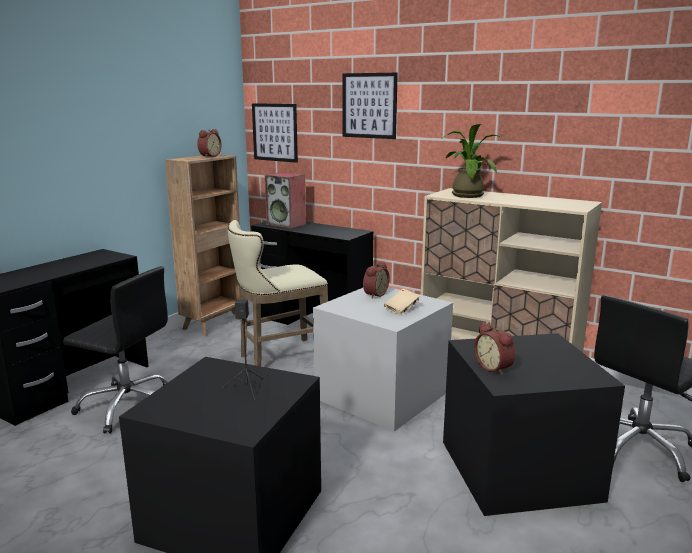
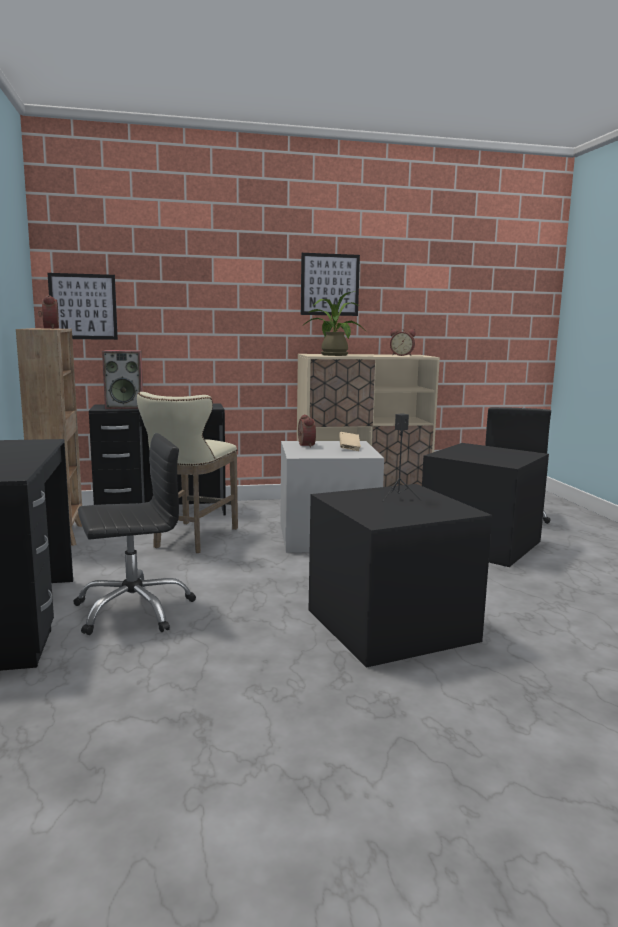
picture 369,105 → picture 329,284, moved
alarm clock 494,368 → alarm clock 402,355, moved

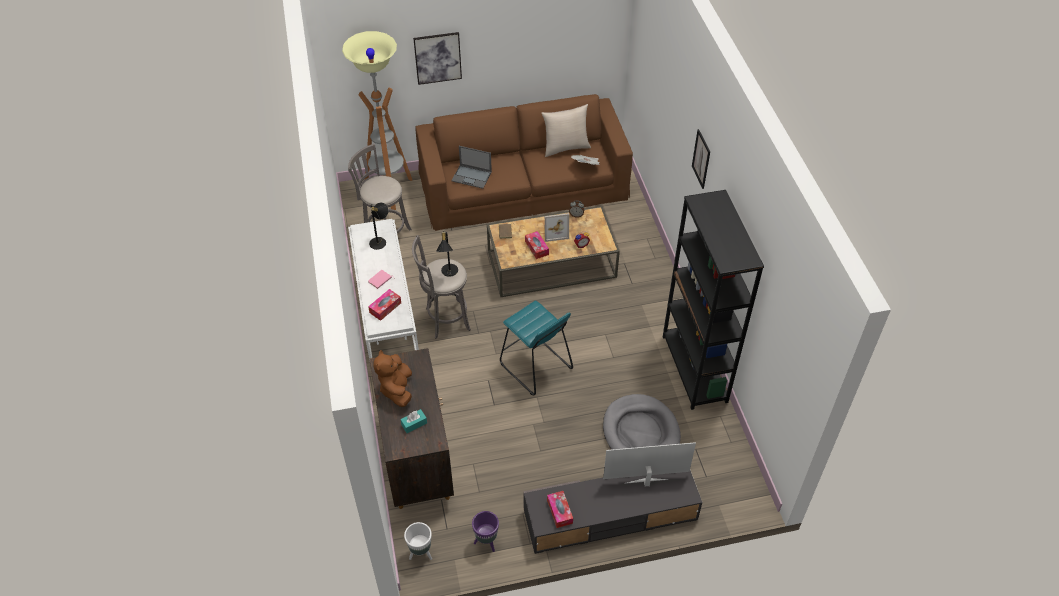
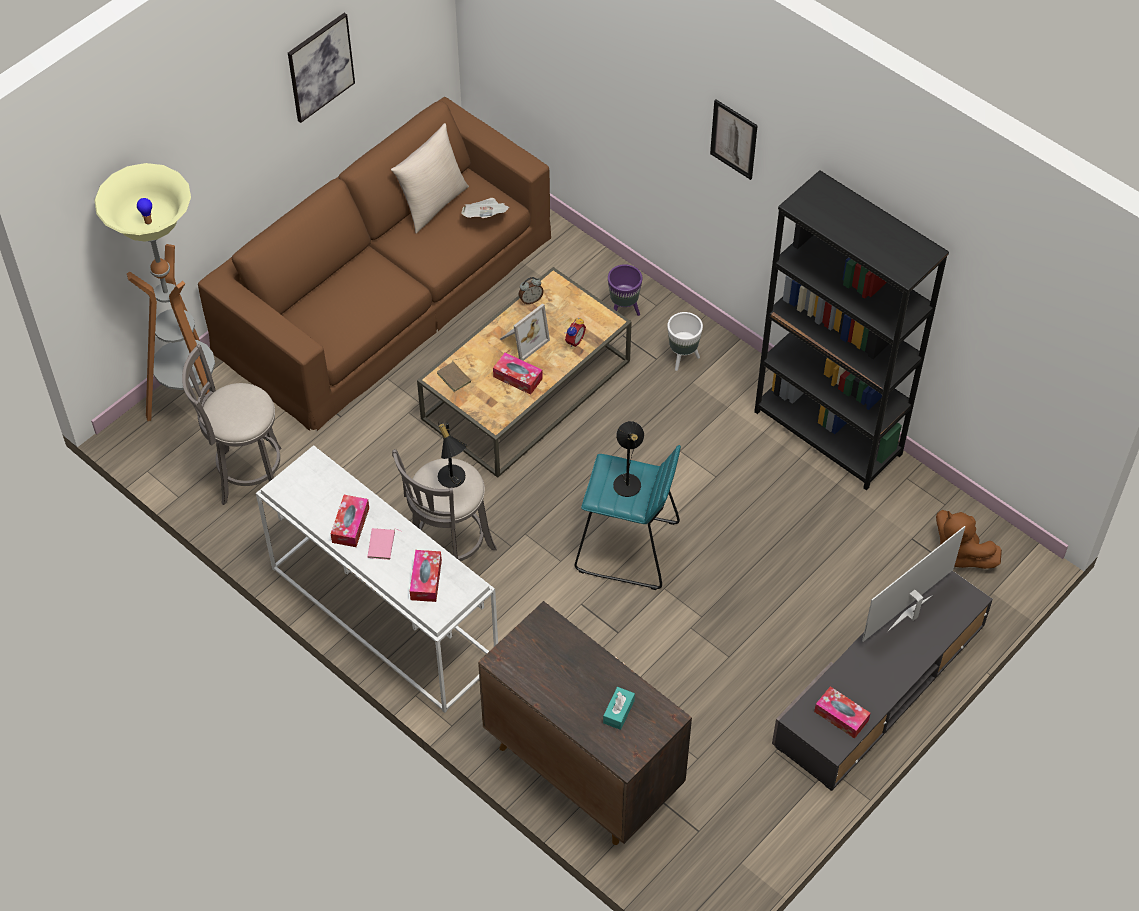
black table lamp 380,241 → black table lamp 628,480, moved
brown plush toy 397,389 → brown plush toy 959,553, moved
white planter 421,553 → white planter 683,359, moved
picture 437,58 → picture 320,67, moved
laptop 472,176 → -
purple planter 486,542 → purple planter 624,311, moved
grey dog bed 640,432 → -
- → tissue box 350,525

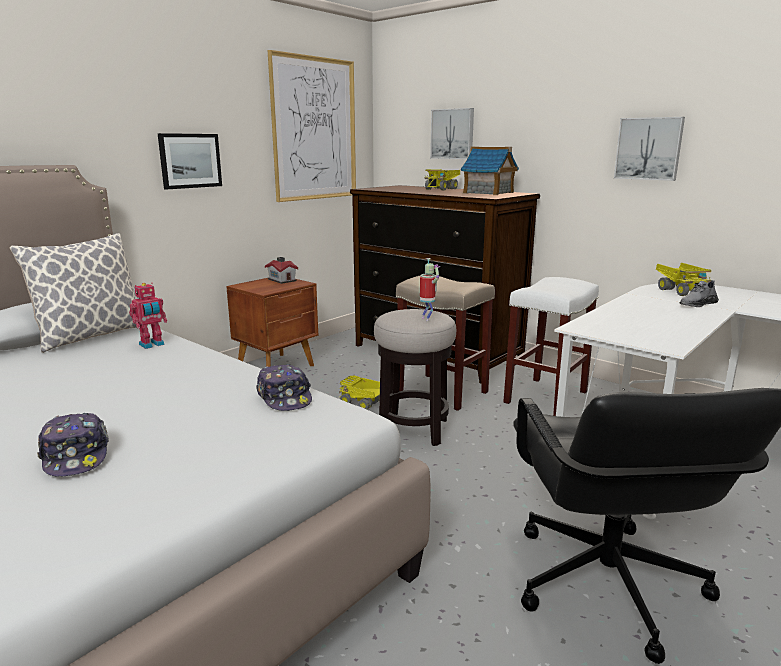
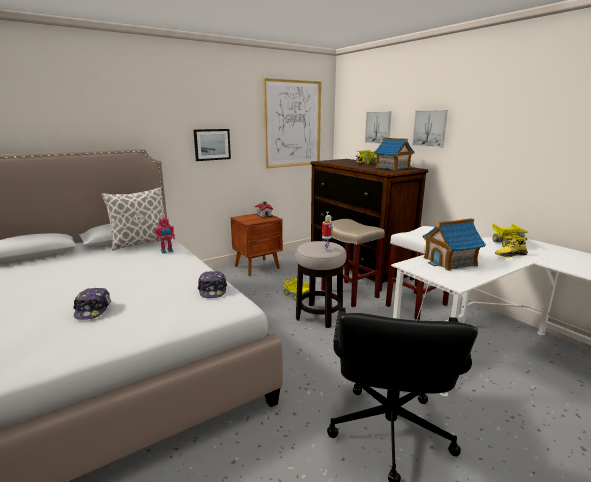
picture 649,148 → picture 430,128, moved
grey shoe 697,304 → yellow shoe 510,255
- → toy house 450,261

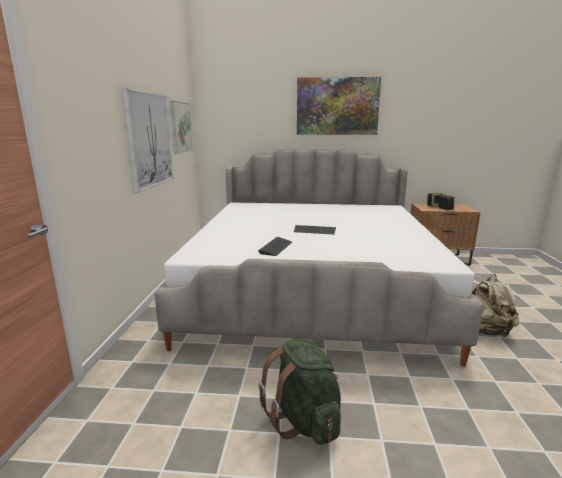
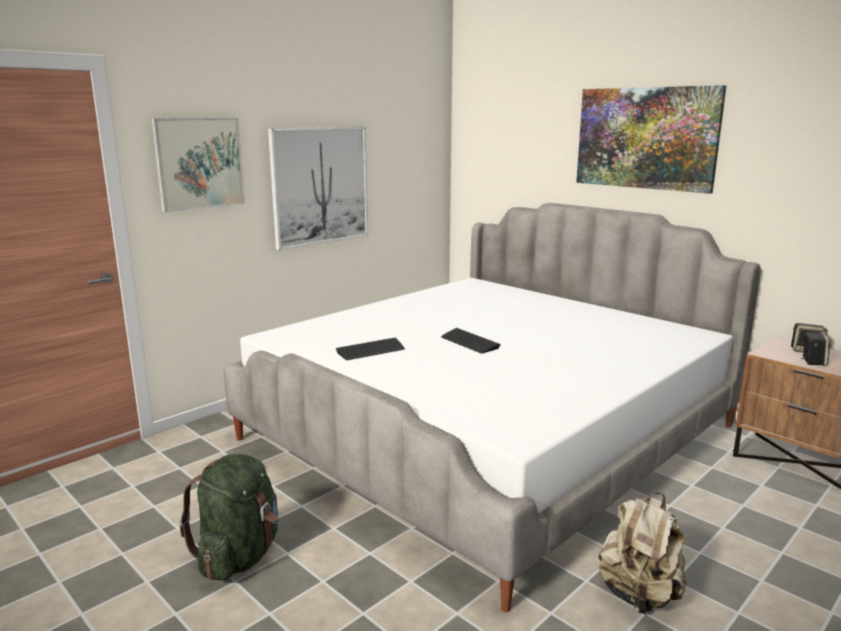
picture 180,127 → picture 199,163, moved

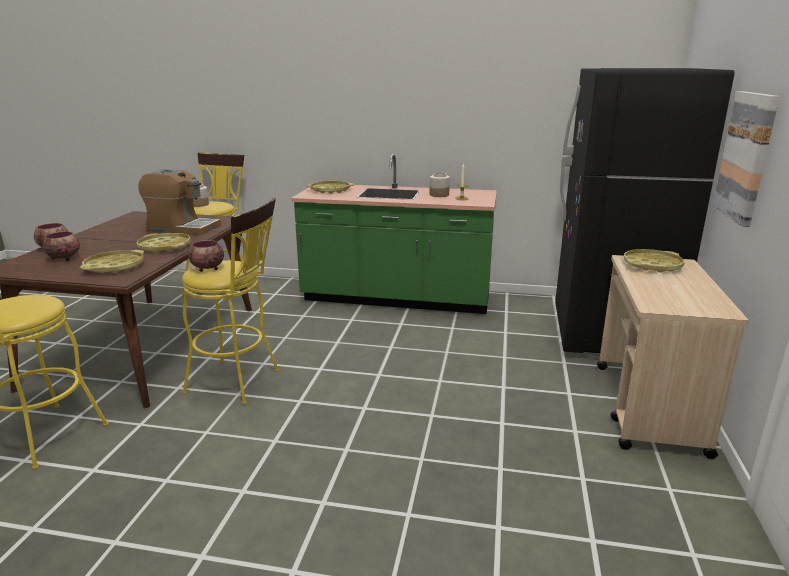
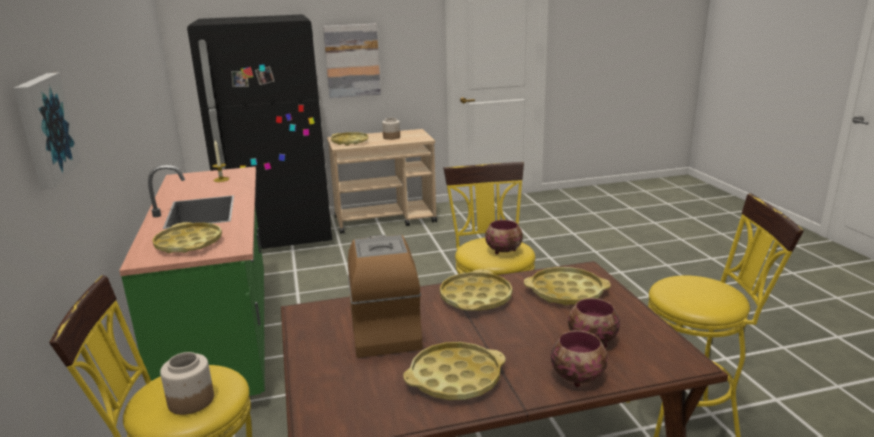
jar 439,195 → jar 392,137, moved
- → picture 43,129
- → yellow tray 455,378

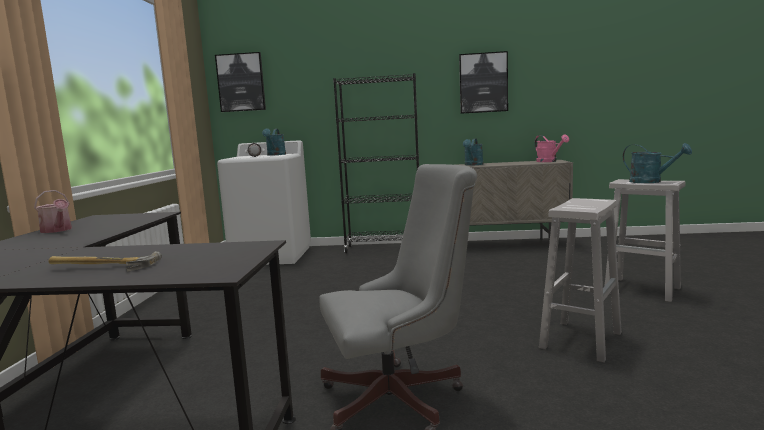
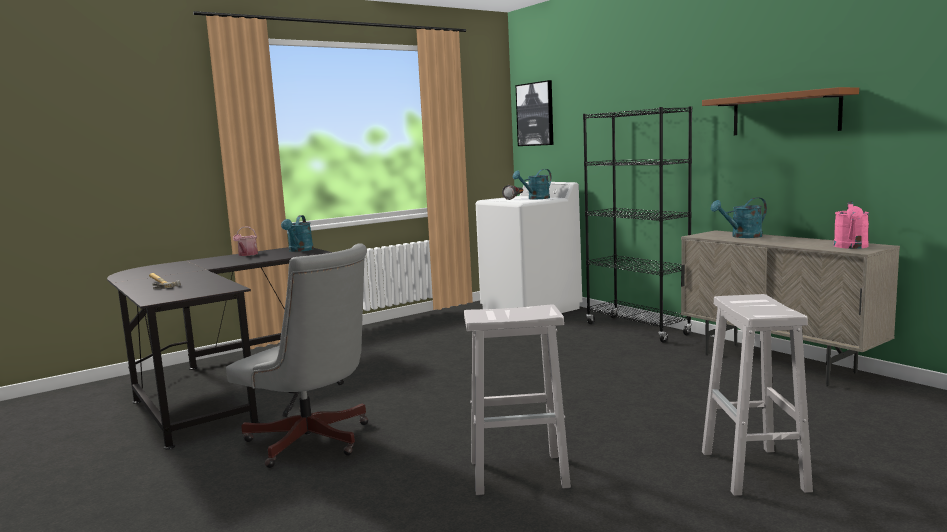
picture 483,83 → brown shelf 785,113
turquoise watering can 651,182 → turquoise watering can 299,250, moved

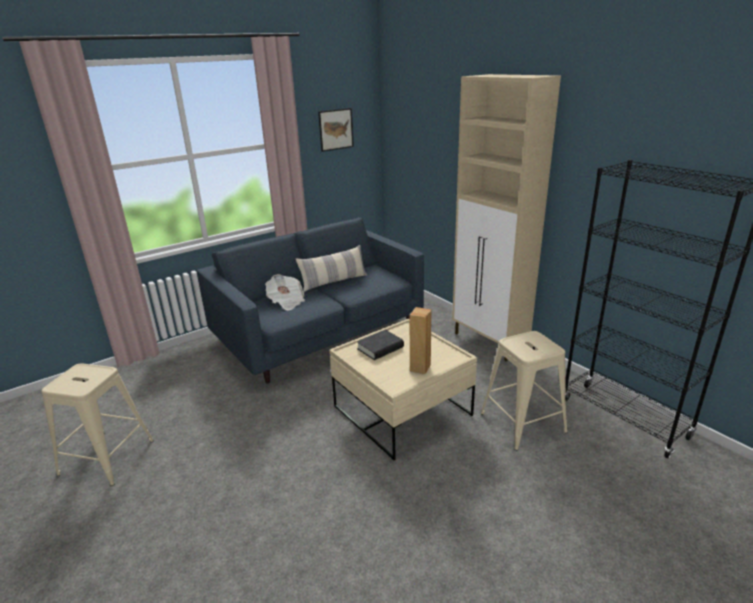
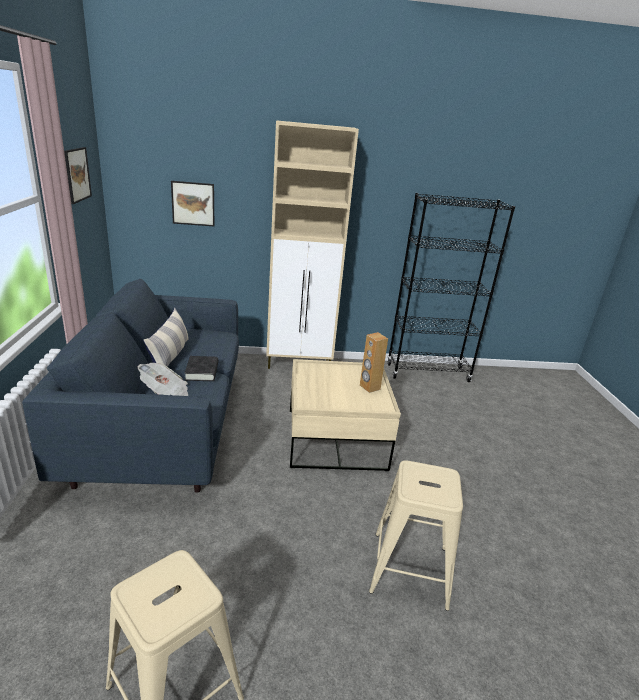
black book 380,348 → black book 202,372, moved
beige stool 523,423 → beige stool 409,569, moved
- → picture 193,203

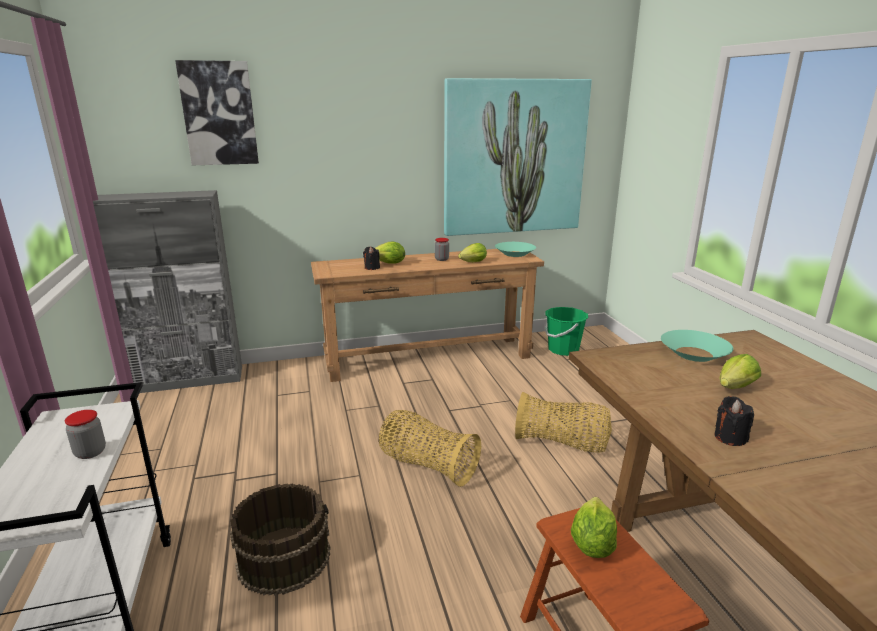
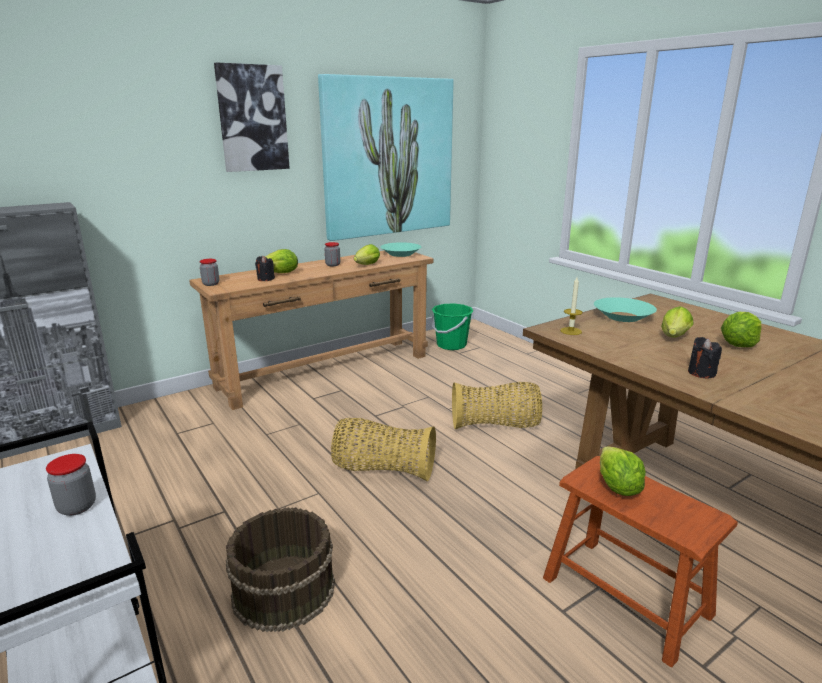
picture 219,113 → picture 252,118, moved
- → jar 211,284
- → candle 571,331
- → lettuce 738,345

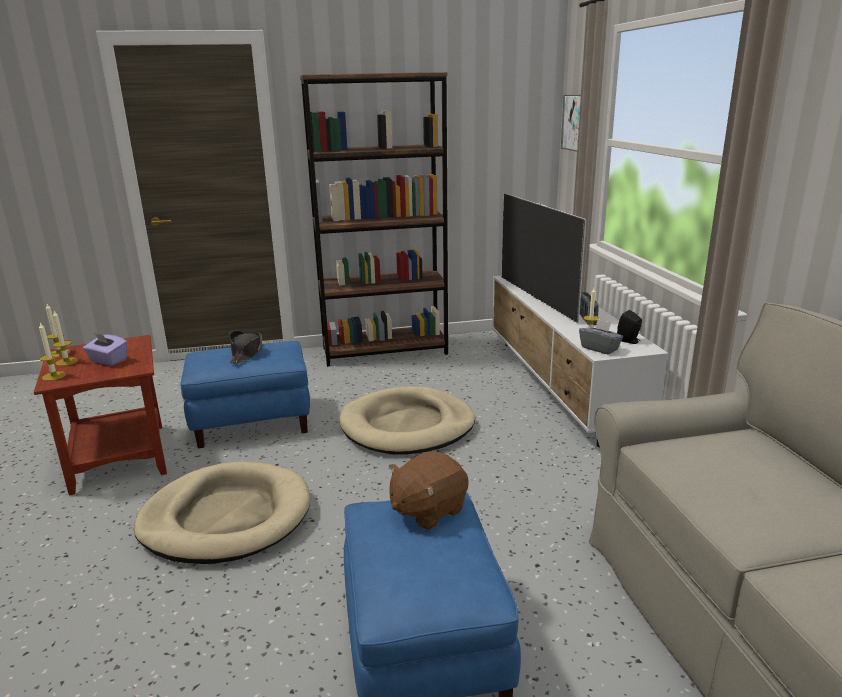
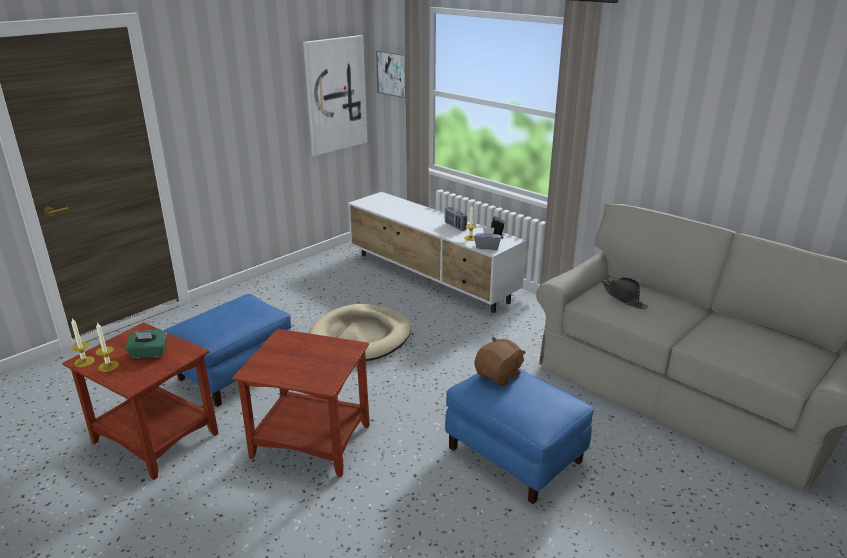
candle 54,376 → -
purple tissue box 108,360 → green tissue box 149,353
beige dog bed 226,518 → brown side table 310,442
black hat 246,353 → black hat 623,297, moved
brown bookcase 385,351 → -
brown plush toy 427,510 → brown plush toy 499,375, 150 degrees counterclockwise
television 536,298 → -
- → picture 335,95

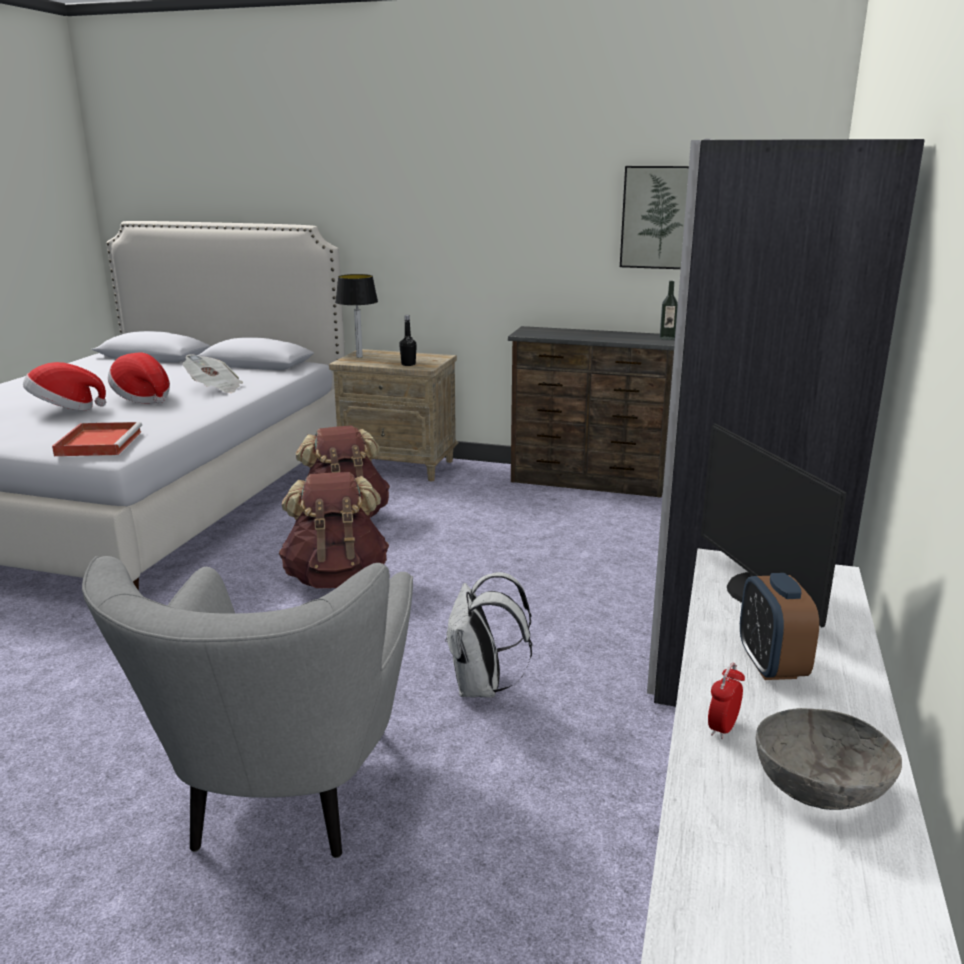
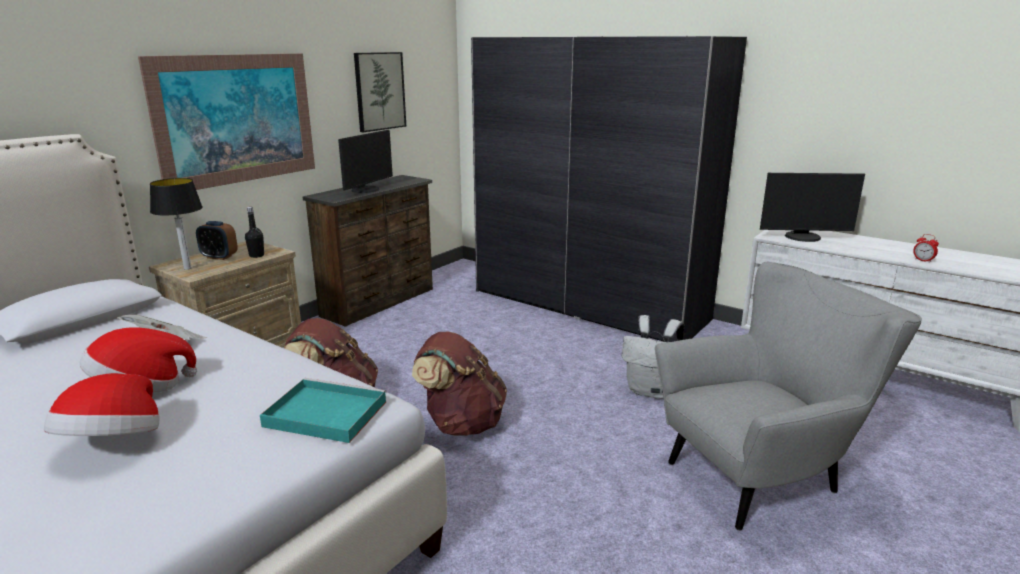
red tray 99,443 → turquoise tray 323,414
grey armchair 286,799 → grey armchair 762,476, 45 degrees counterclockwise
bottle 667,338 → -
alarm clock 771,665 → alarm clock 219,257, moved
grey bowl 820,786 → -
- → picture 237,119
- → monitor 366,190

